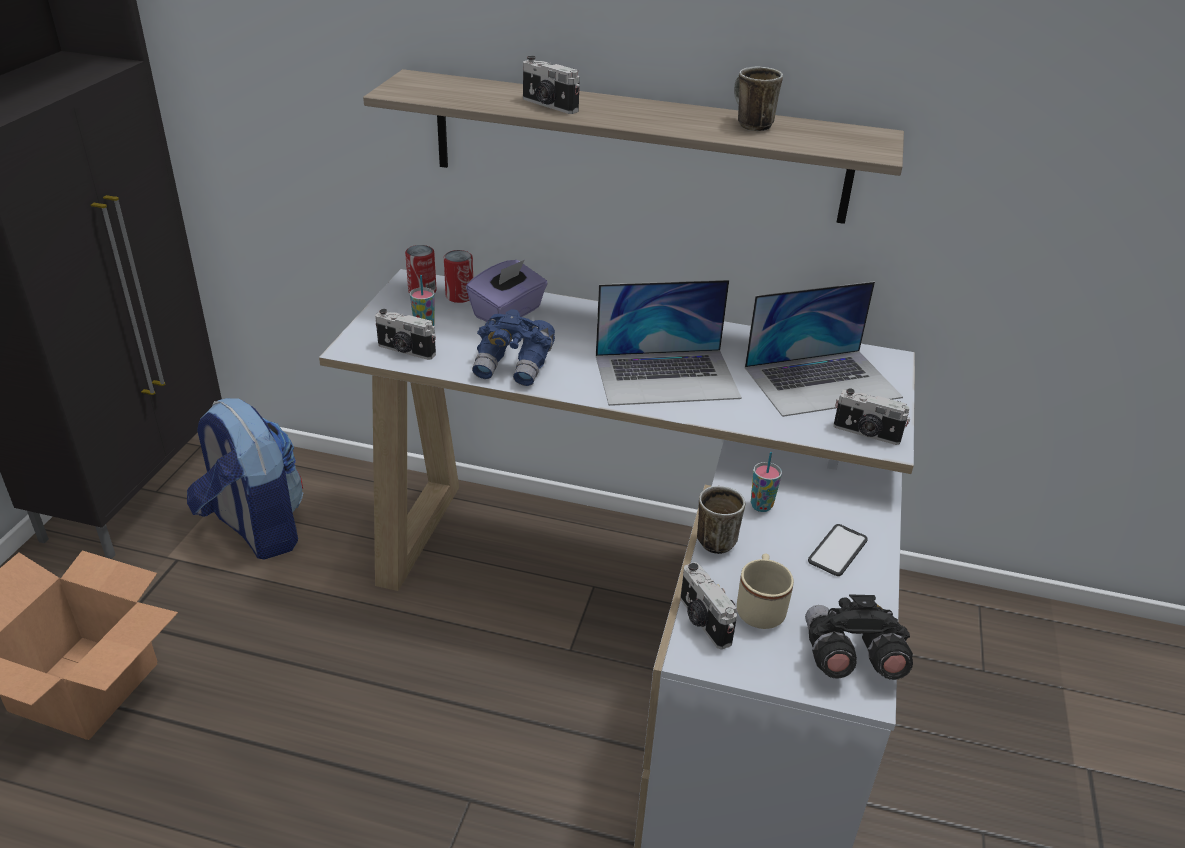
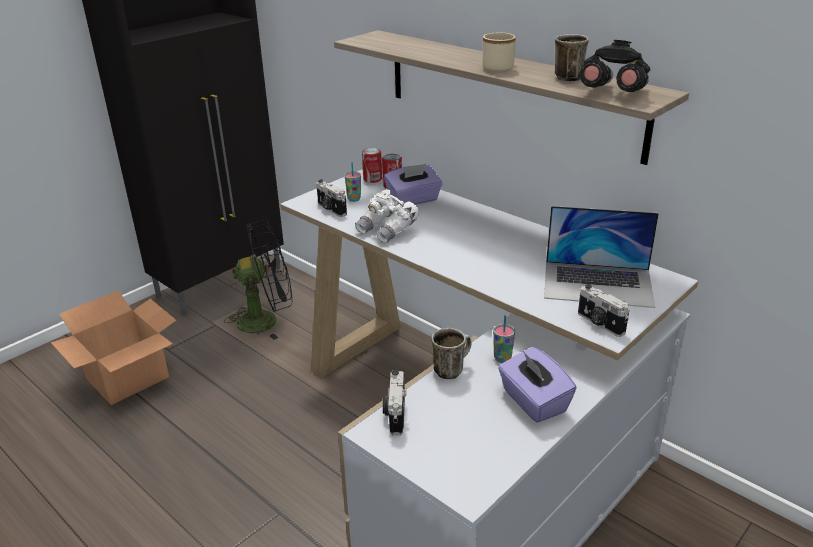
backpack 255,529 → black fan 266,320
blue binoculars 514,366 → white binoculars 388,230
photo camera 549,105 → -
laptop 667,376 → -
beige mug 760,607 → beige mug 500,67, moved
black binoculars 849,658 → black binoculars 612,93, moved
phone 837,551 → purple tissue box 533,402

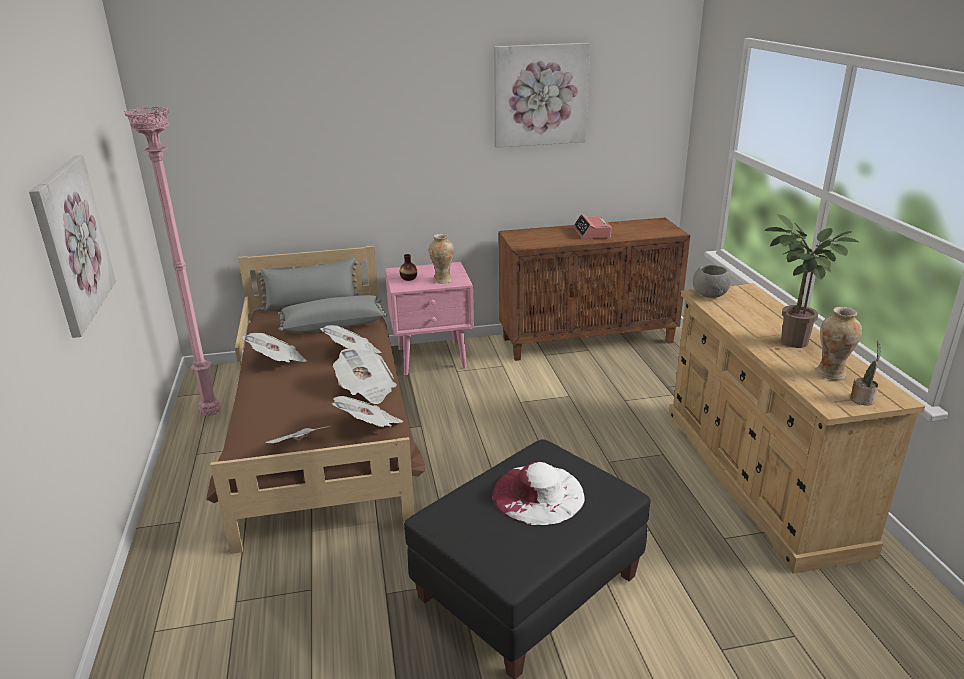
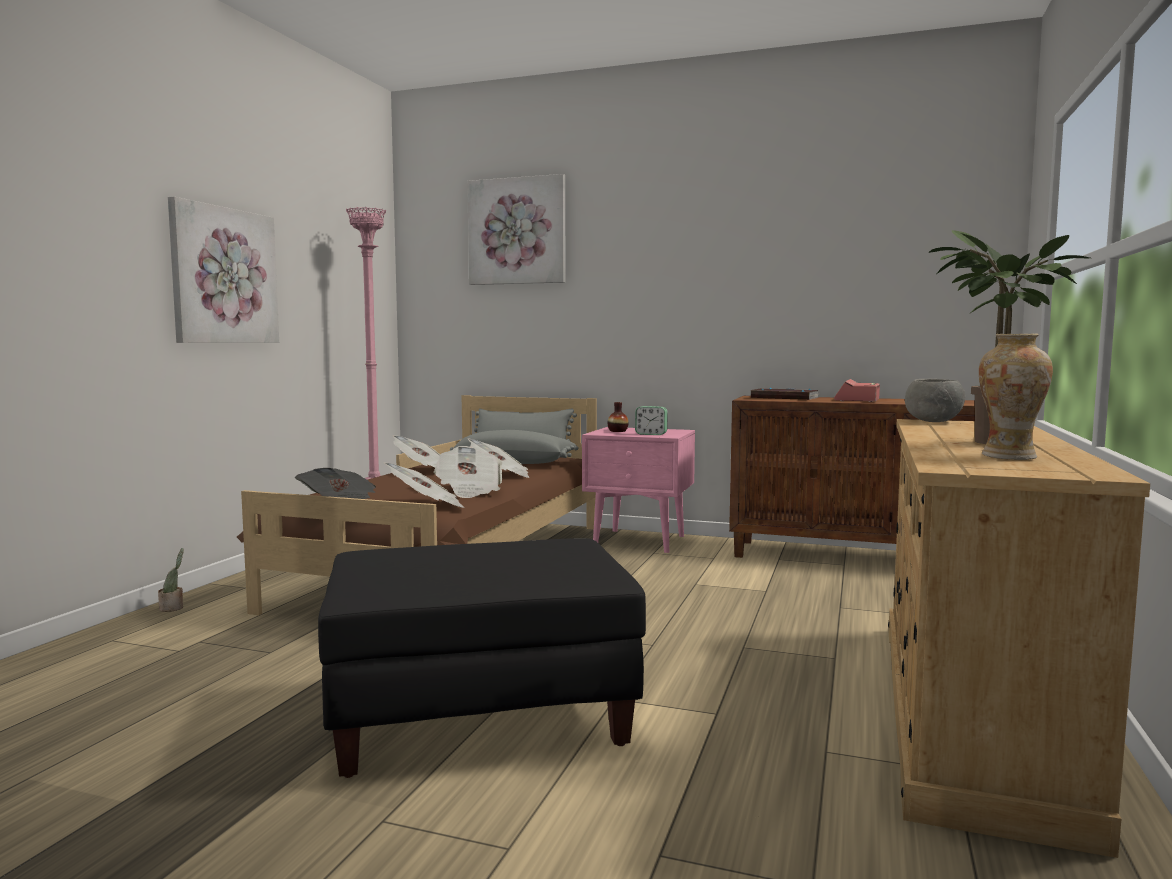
vase 442,280 → alarm clock 651,434
white hat 538,494 → -
picture 540,95 → picture 517,231, moved
potted plant 862,399 → potted plant 173,608, moved
- → book 784,398

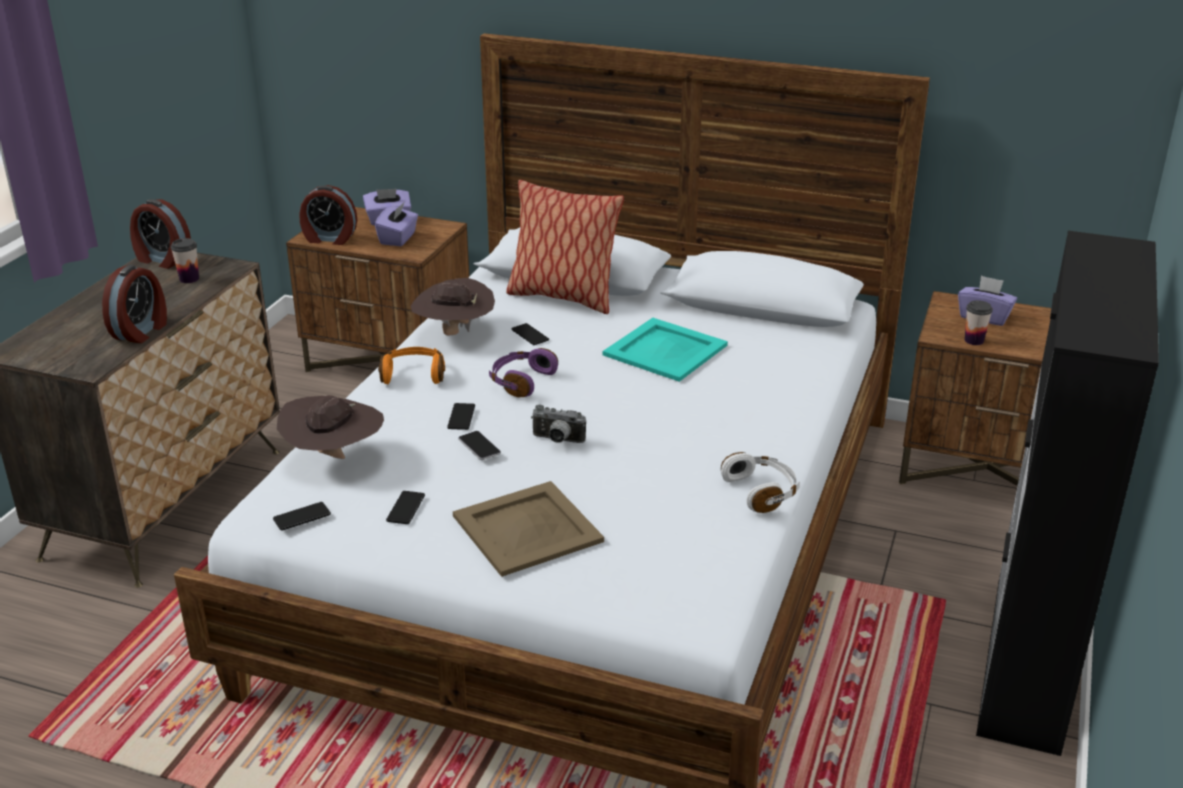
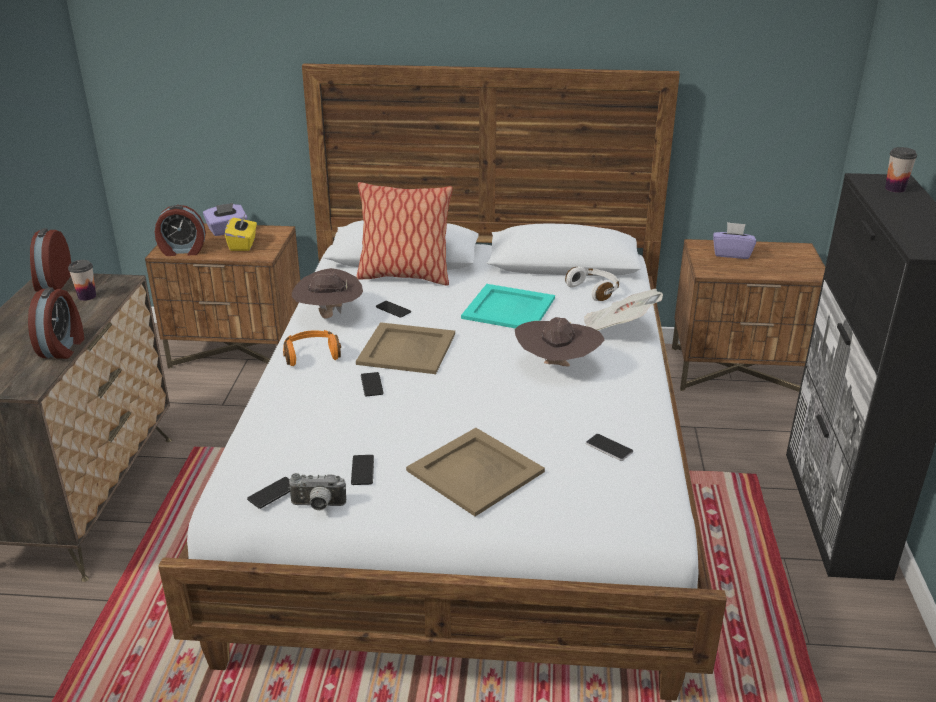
alarm clock 162,260 → alarm clock 53,283, 75 degrees clockwise
brown hat 334,457 → brown hat 557,367, moved
purple tissue box 398,238 → yellow tissue box 243,244
phone 479,446 → phone 609,448, moved
purple headphones 521,381 → beige tray 406,348
photo camera 557,440 → photo camera 318,506, moved
white headphones 761,492 → white headphones 594,290, moved
cup 974,340 → cup 895,189, moved
- → newspaper 618,329

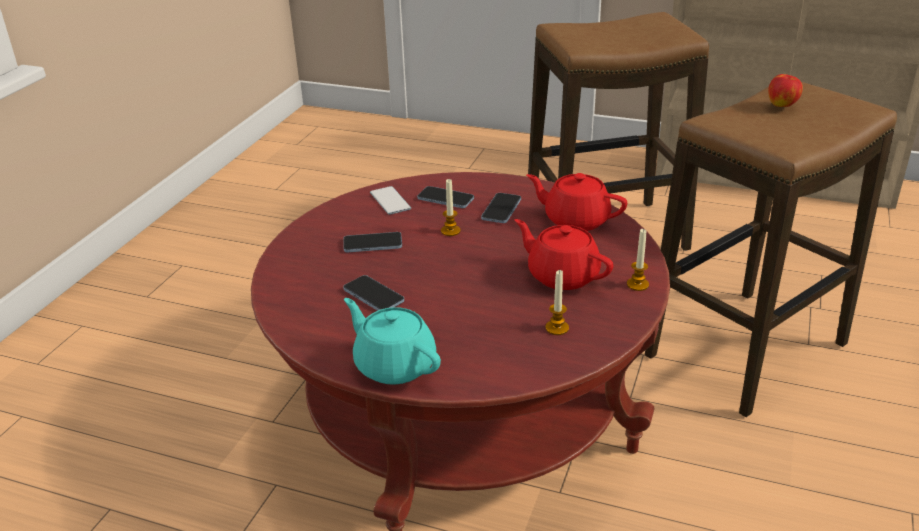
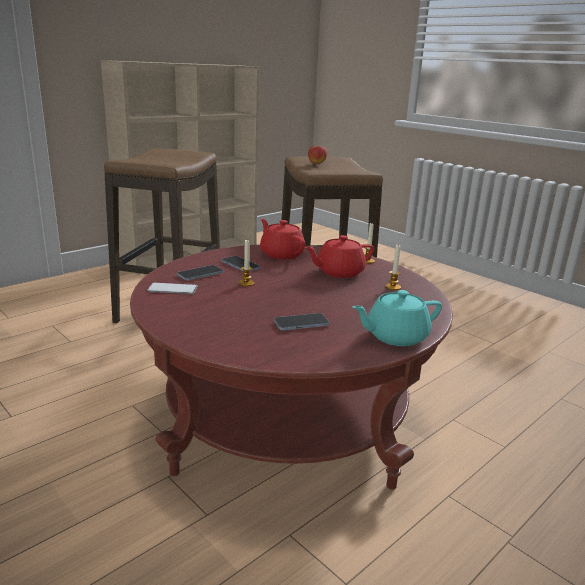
phone 372,244 → -
red teapot 575,220 → red teapot 281,254, 90 degrees clockwise

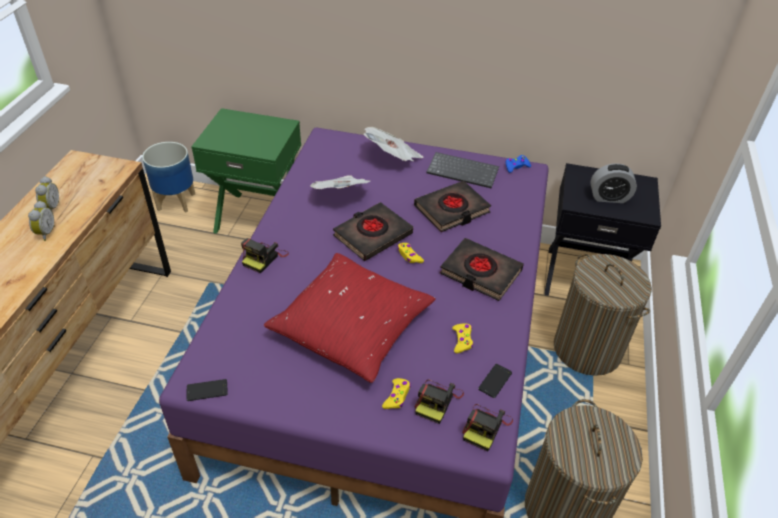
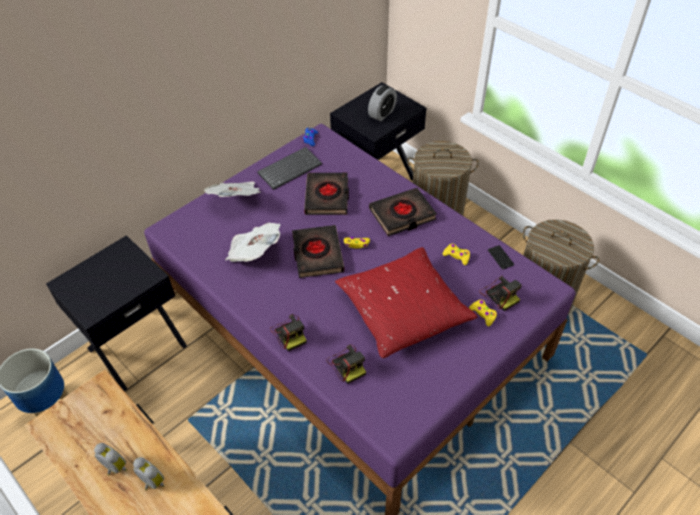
phone 207,390 → -
green nightstand 259,217 → black nightstand 136,346
photo camera 485,427 → photo camera 347,364, moved

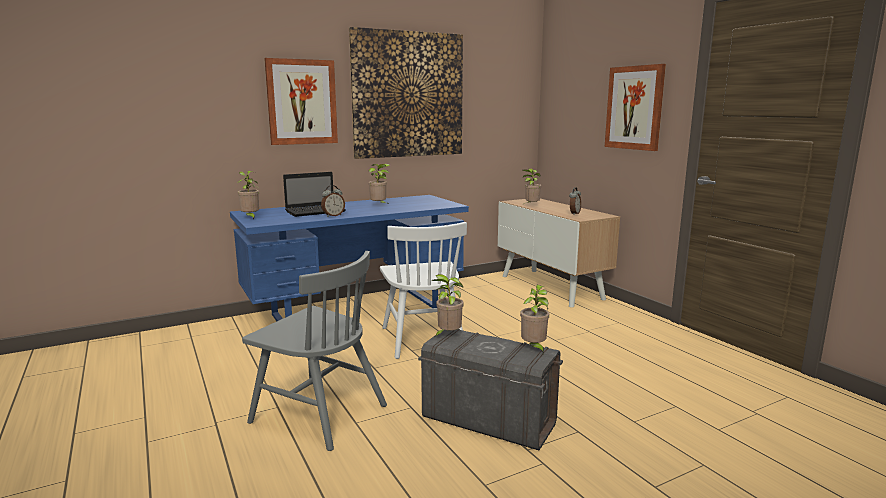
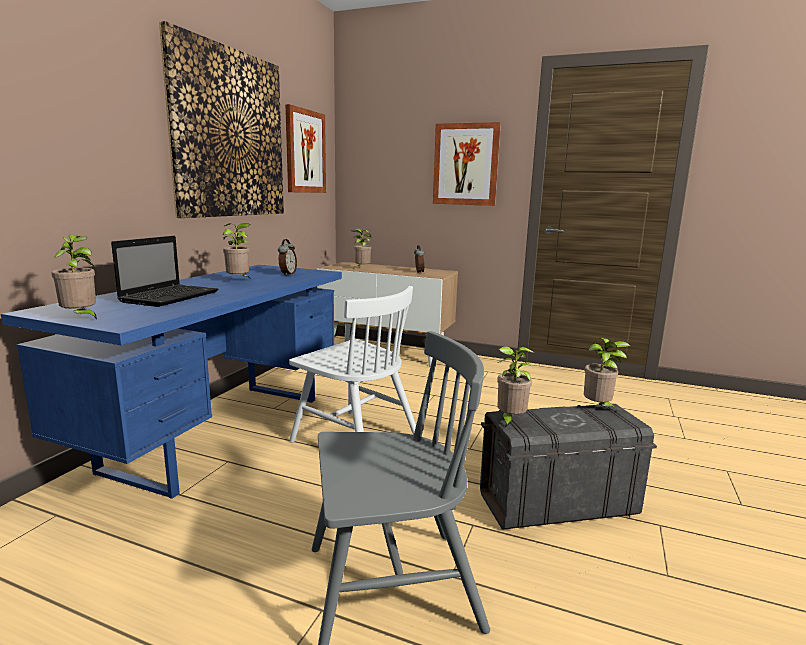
picture 302,102 → picture 305,152, moved
alarm clock 333,216 → alarm clock 287,274, moved

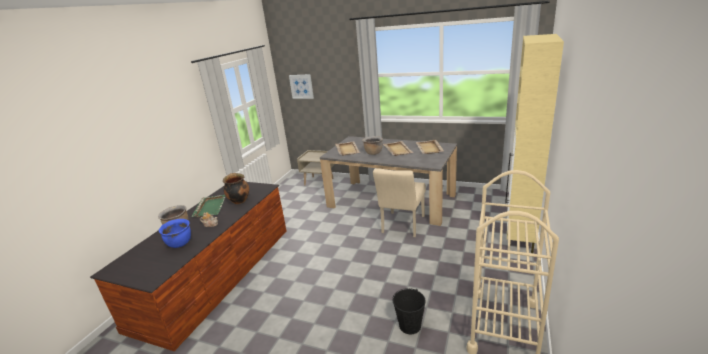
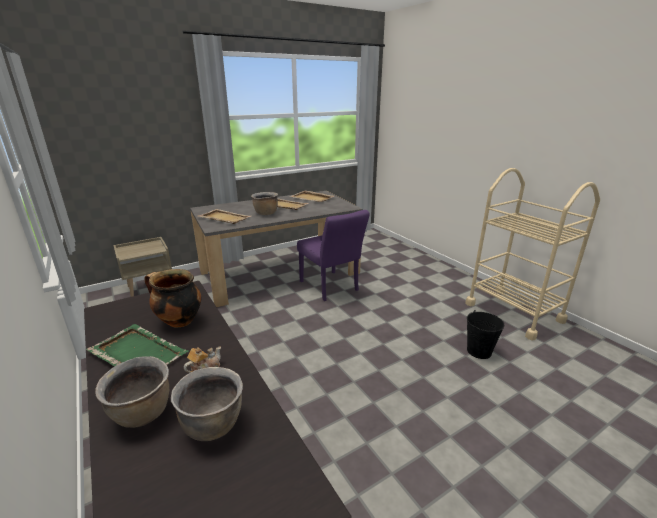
blue cooking pot 180,243 → brown cooking pot 213,424
picture 301,86 → -
beige chair 402,226 → purple chair 331,288
beige cabinet 519,236 → -

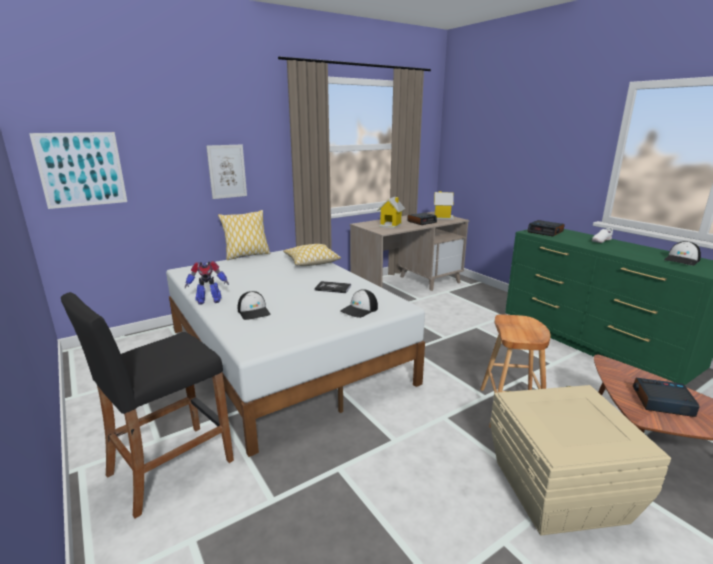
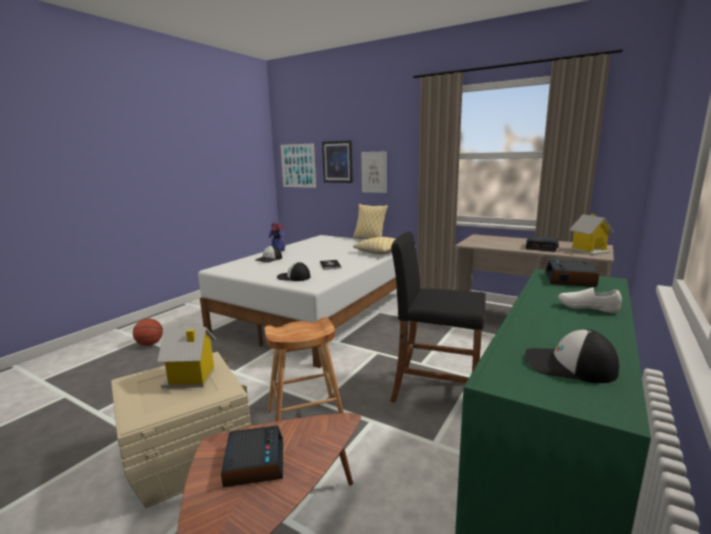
black stool 170,467 → black stool 435,391, moved
toy house 391,225 → toy house 191,378, moved
- → basketball 150,344
- → picture 337,162

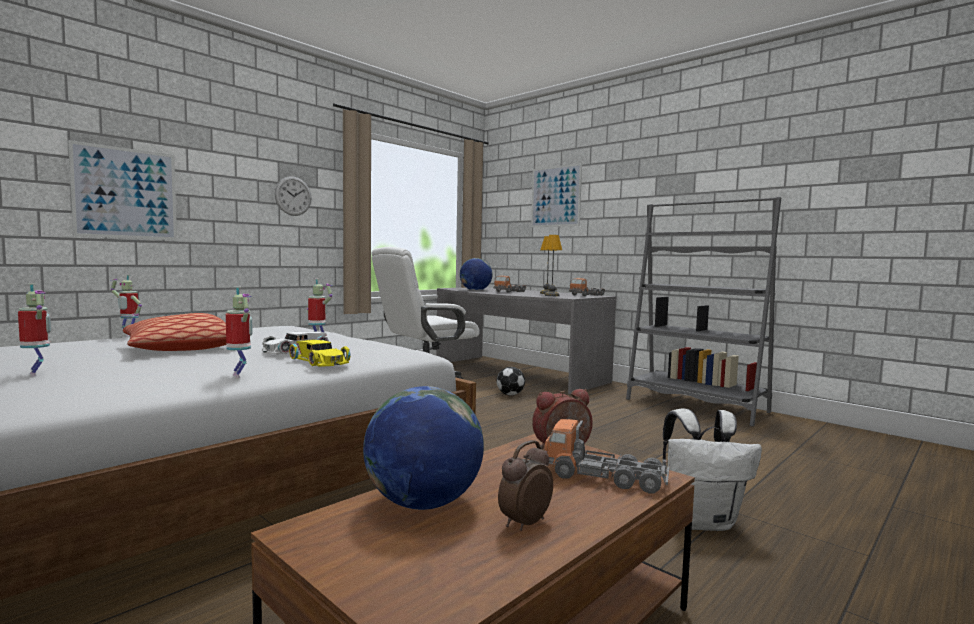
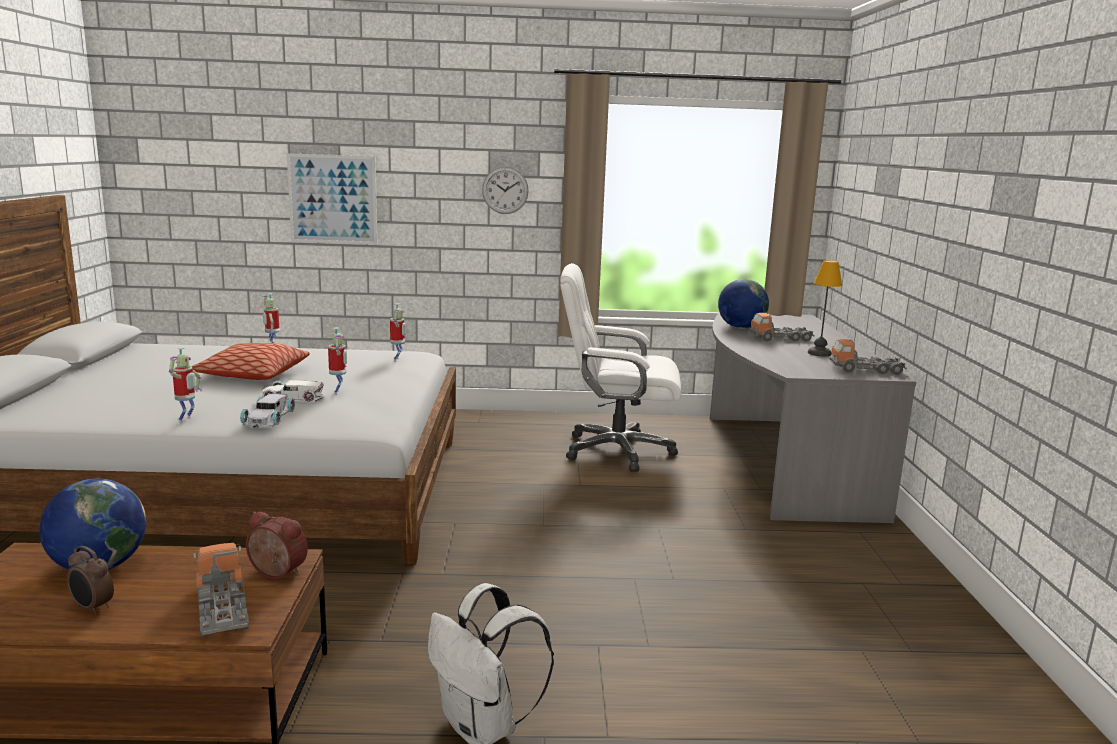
toy robot 37,374 → toy robot 398,360, moved
yellow toy car 319,360 → white toy car 267,417
football 510,395 → -
alarm clock 523,523 → alarm clock 92,608, 150 degrees counterclockwise
picture 555,196 → -
table lamp 552,295 → -
grey bookcase 696,406 → -

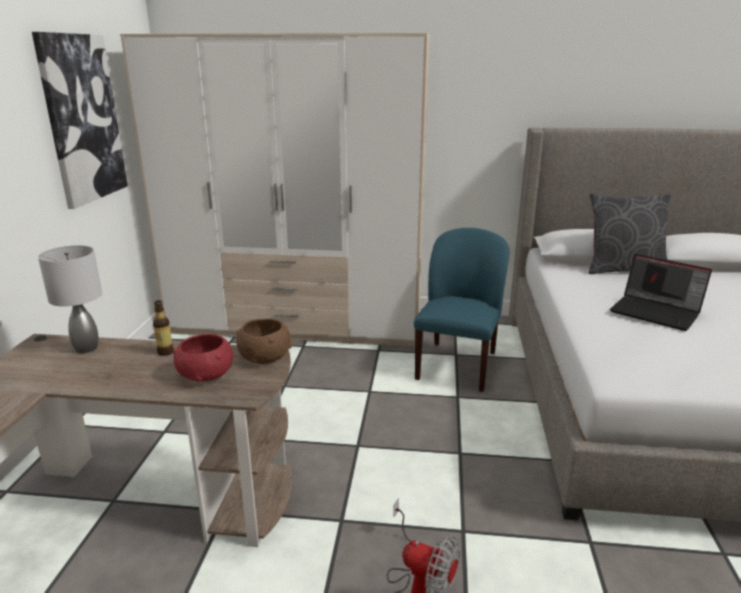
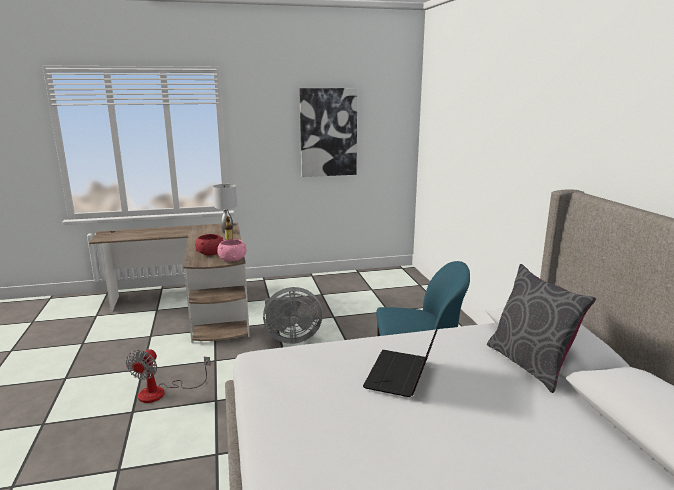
wardrobe 298,324 → -
brown bowl 264,356 → pink bowl 232,259
- → grey fan 291,338

